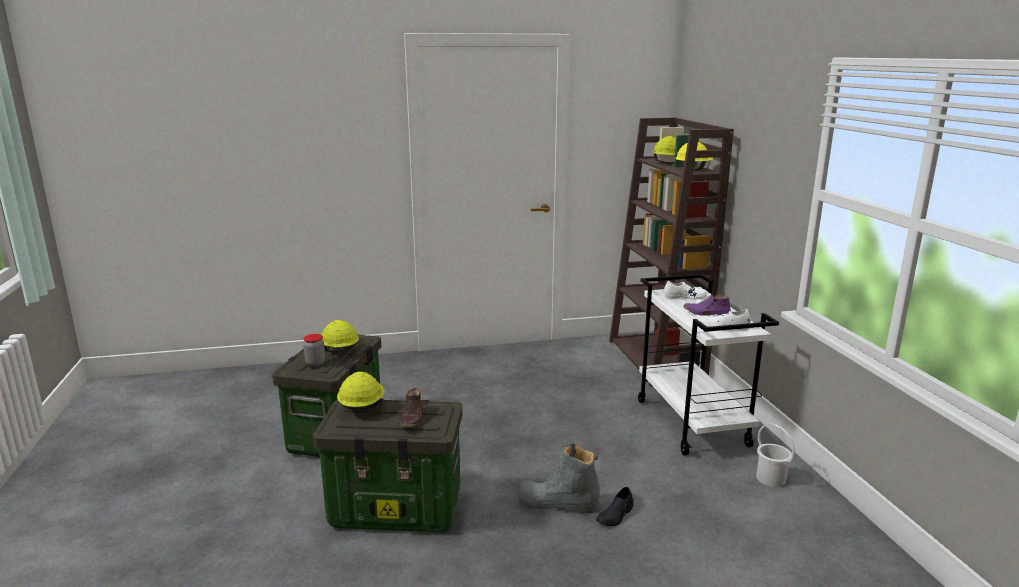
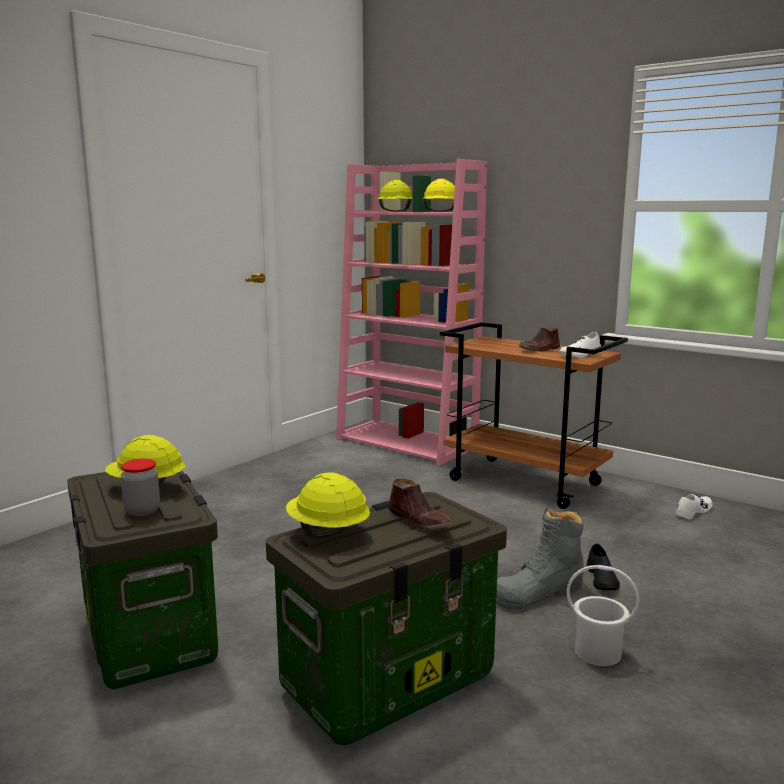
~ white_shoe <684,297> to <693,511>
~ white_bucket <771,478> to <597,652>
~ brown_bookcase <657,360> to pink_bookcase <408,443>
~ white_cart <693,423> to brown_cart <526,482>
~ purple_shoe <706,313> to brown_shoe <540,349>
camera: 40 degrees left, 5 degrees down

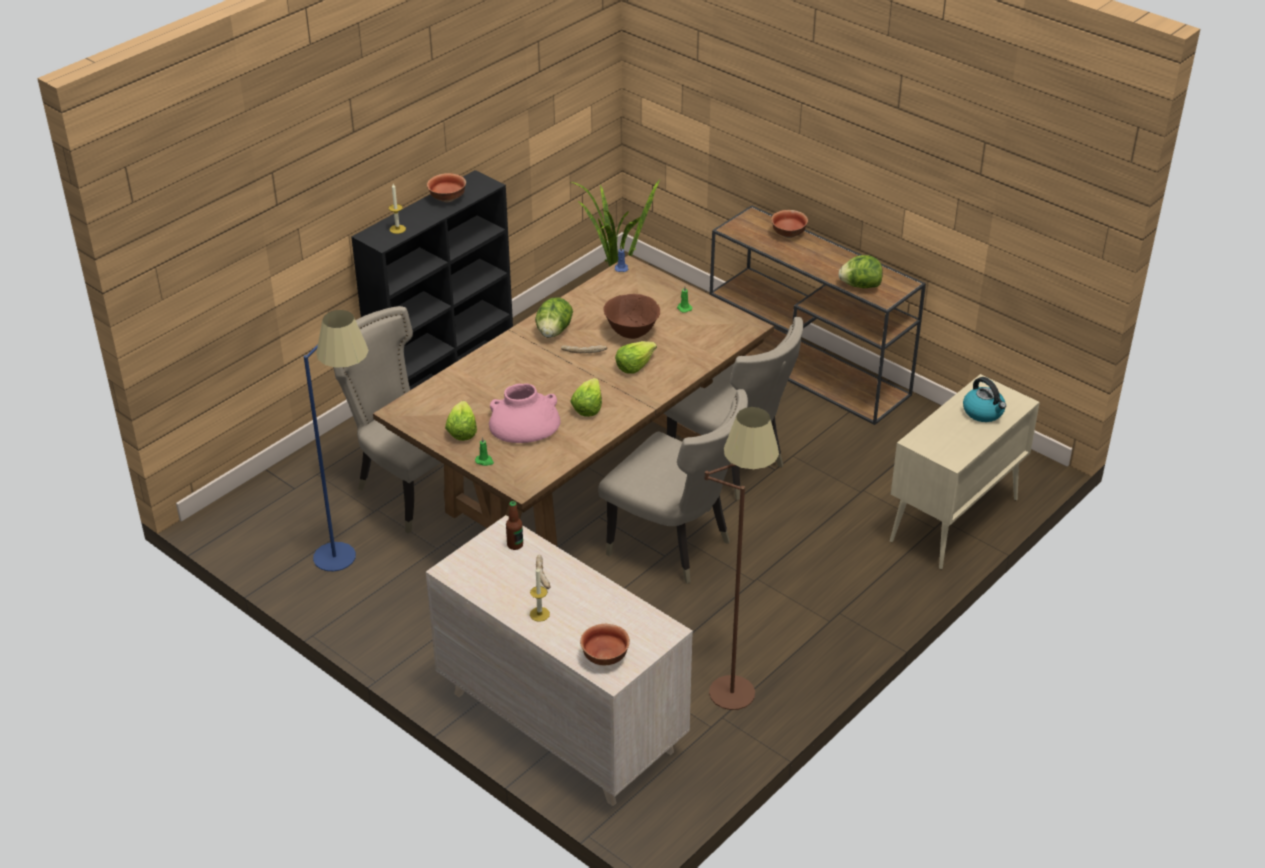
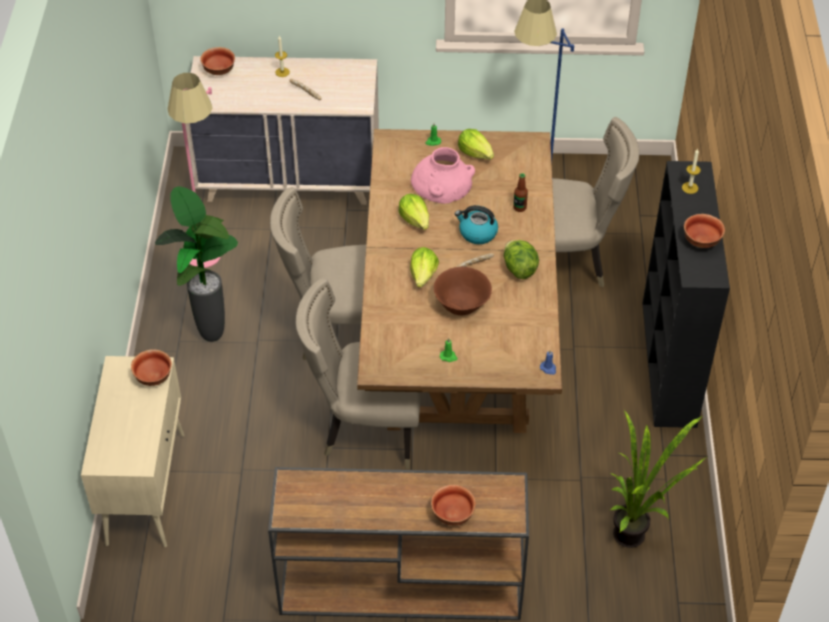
- lettuce <860,286>
+ bowl <154,377>
+ potted_plant <212,334>
~ bottle <515,545> to <519,208>
~ kettle <984,412> to <477,233>
~ brown_floor_lamp <734,677> to pink_floor_lamp <210,265>
camera: 140 degrees right, 10 degrees up

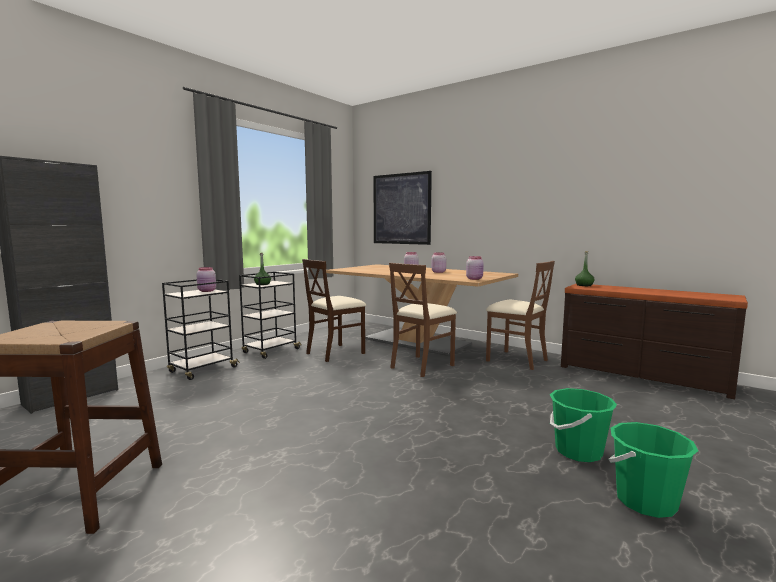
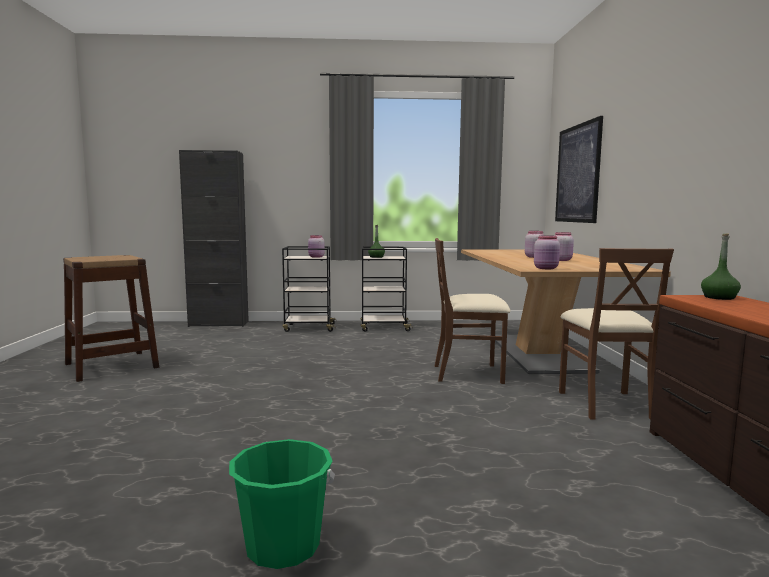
- beige_chair <335,353>
- green_bucket <578,451>
camera: 50 degrees right, 0 degrees up

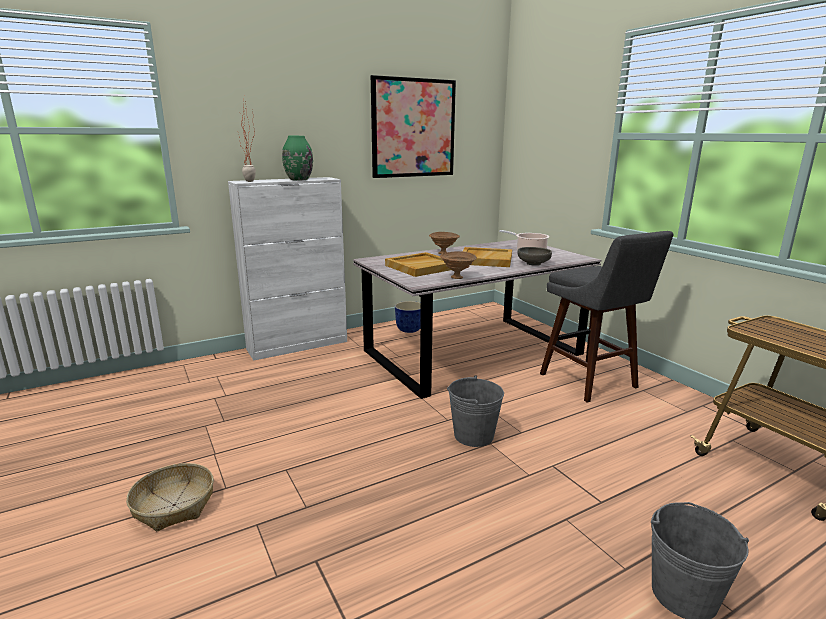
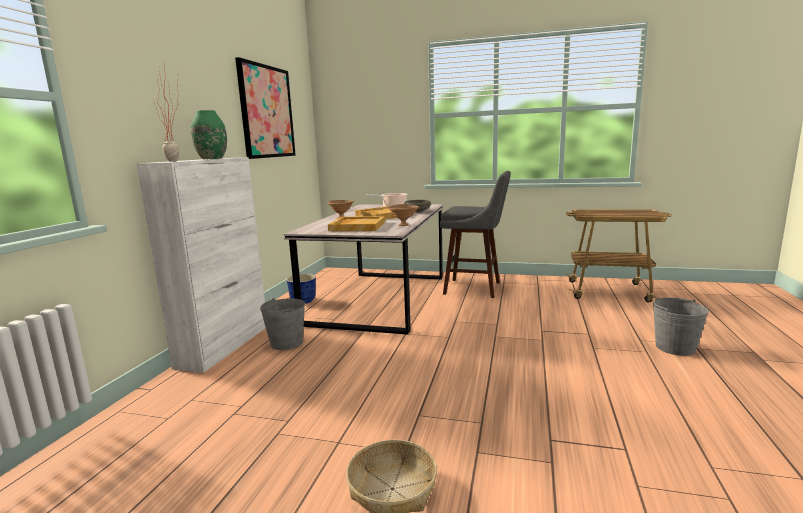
~ grey_bucket <473,435> to <286,343>
camera: 45 degrees left, 5 degrees down

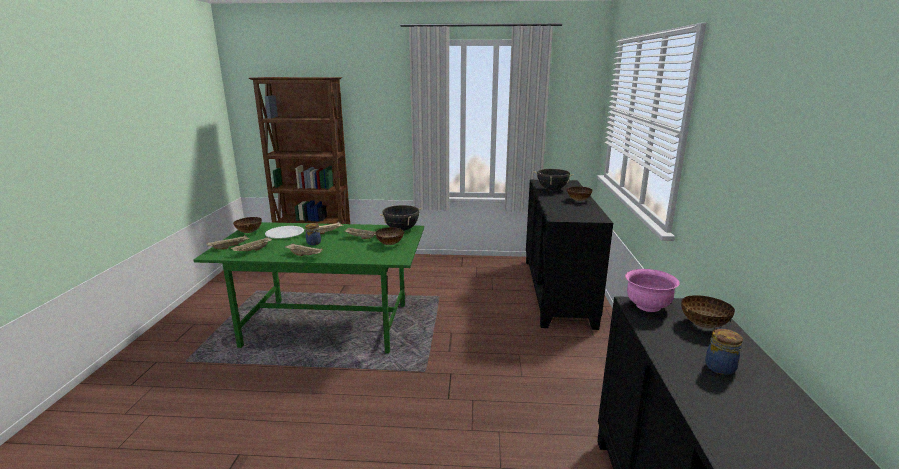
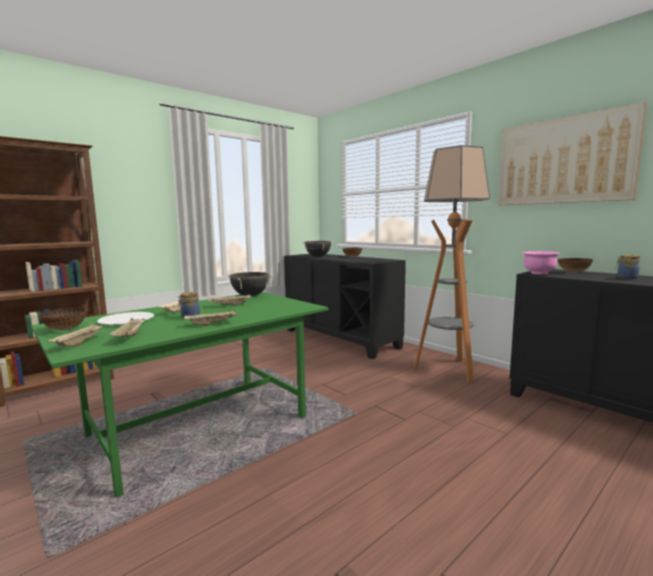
- bowl <389,244>
+ floor_lamp <448,370>
+ picture <563,161>
camera: 45 degrees left, 10 degrees down

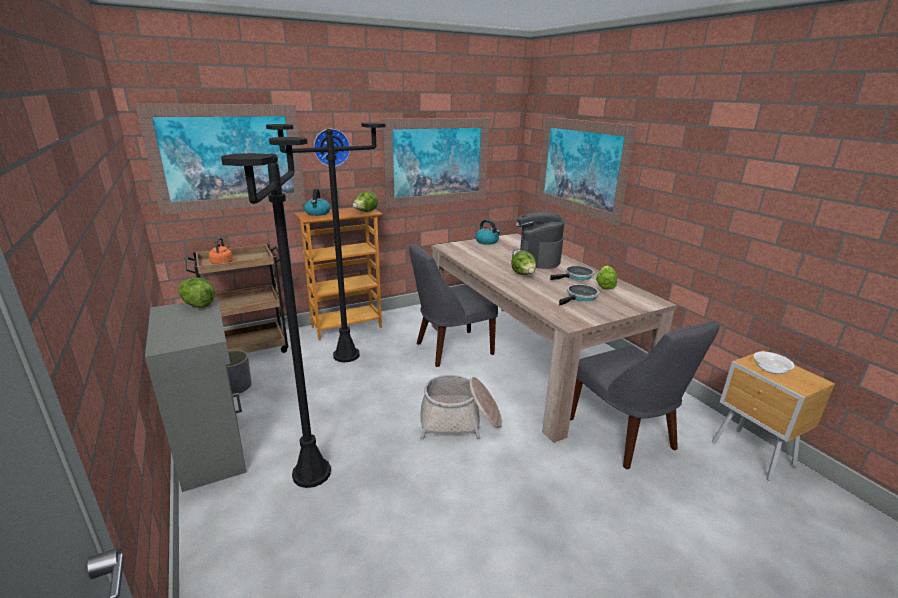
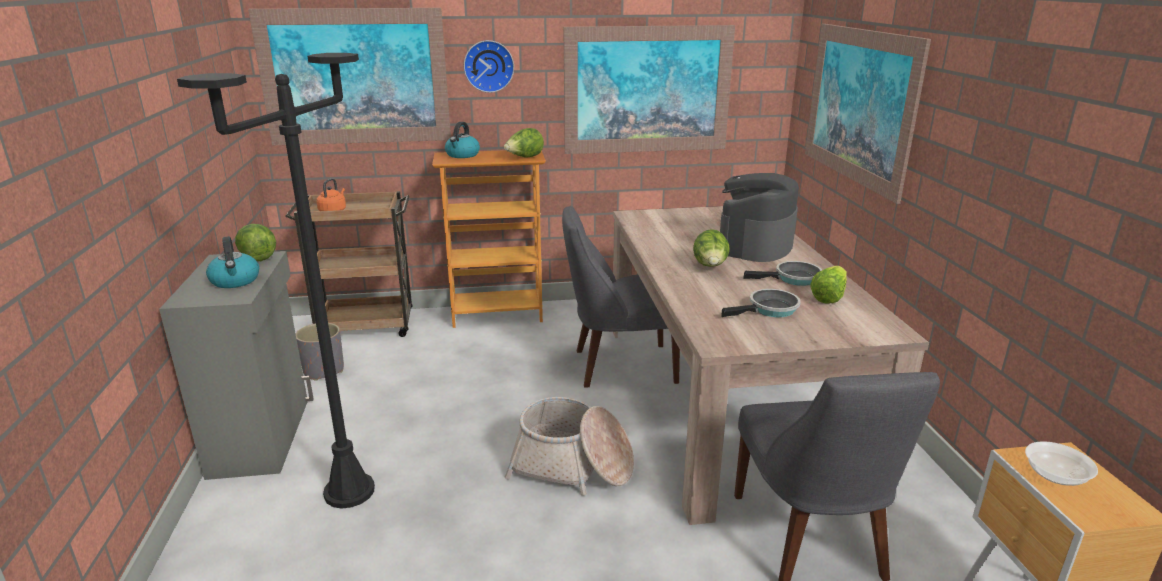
- black_floor_lamp <346,355>
~ kettle <487,242> to <235,281>
camera: 20 degrees right, 0 degrees up

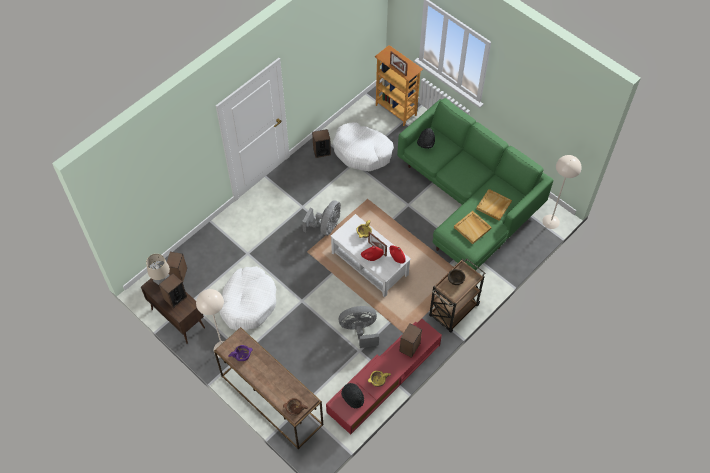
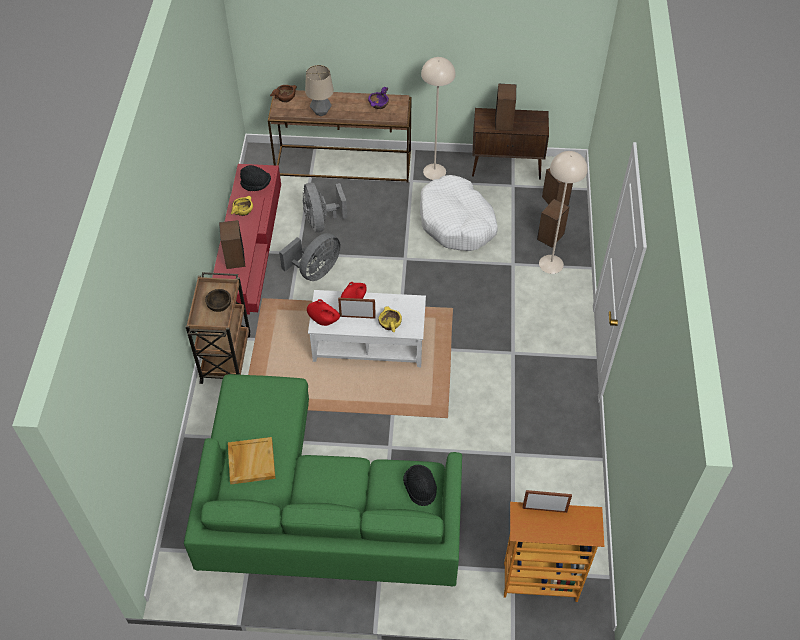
- white_dog_bed <362,152>
- beige_tray <472,228>
~ table_lamp <162,281> to <321,112>
~ grey_fan <326,226> to <321,221>
~ speaker <321,151> to <550,236>
~ beige_floor_lamp <551,221> to <551,264>
camera: 140 degrees right, 5 degrees down

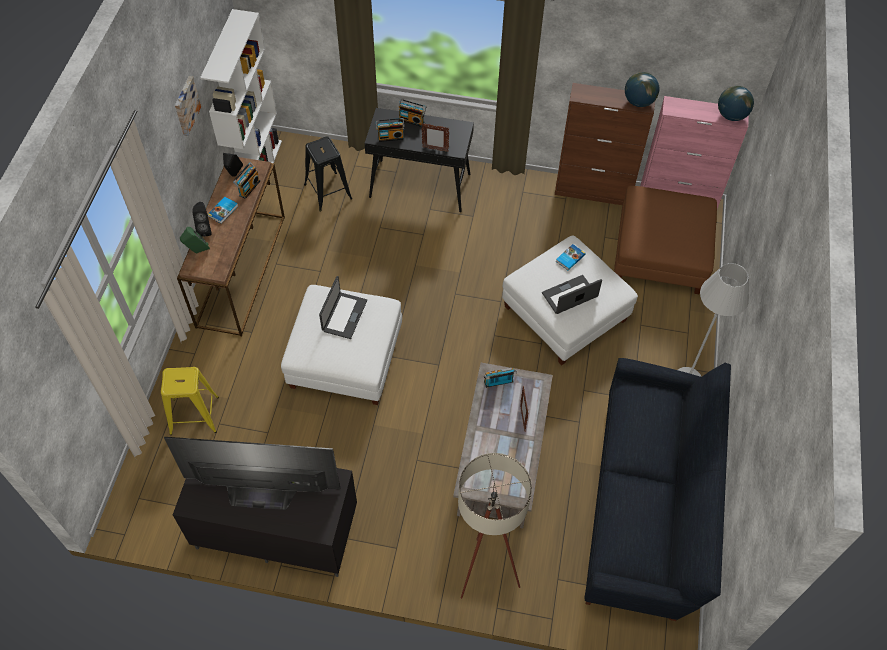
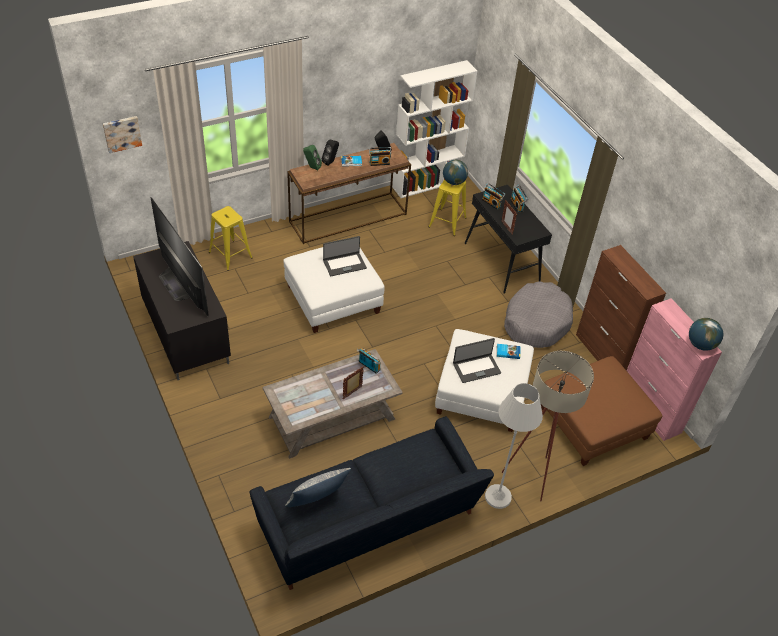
+ pillow <317,501>
+ grey_dog_bed <536,322>
~ picture <185,105> to <122,133>
~ beige_floor_lamp <484,567> to <533,473>
~ globe <639,102> to <454,182>
~ black_stool <328,191> to yellow_stool <447,222>
~ laptop <570,296> = <476,368> 135 degrees clockwise
camera: 50 degrees right, 10 degrees down

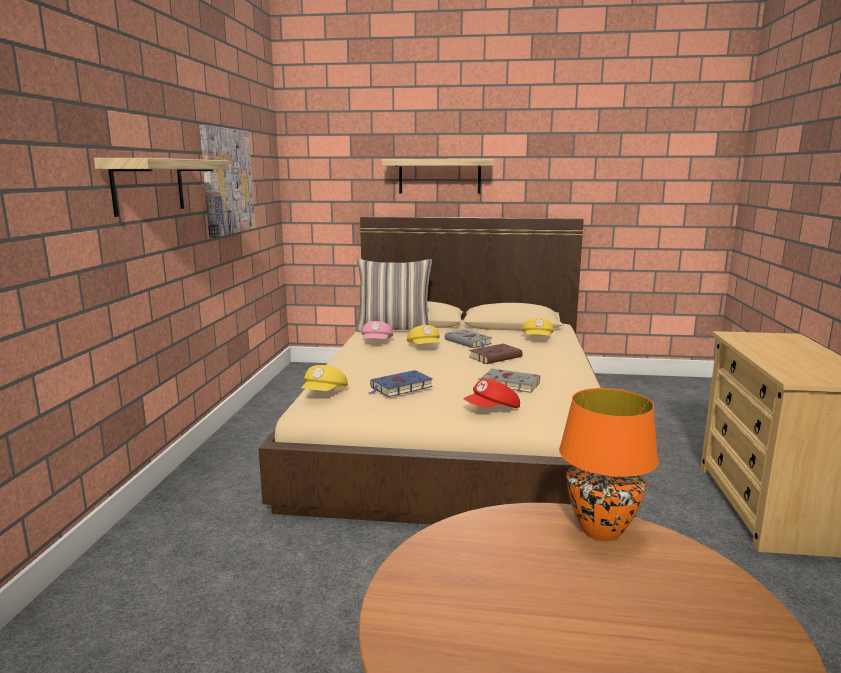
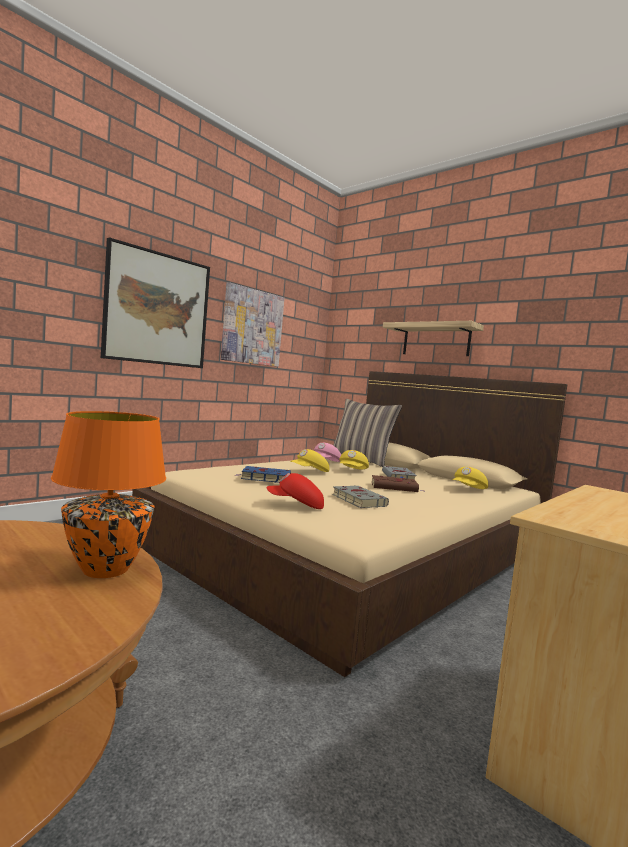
~ yellow_cap <325,393> to <309,472>
~ shelf <149,186> to picture <157,309>
camera: 35 degrees right, 10 degrees down

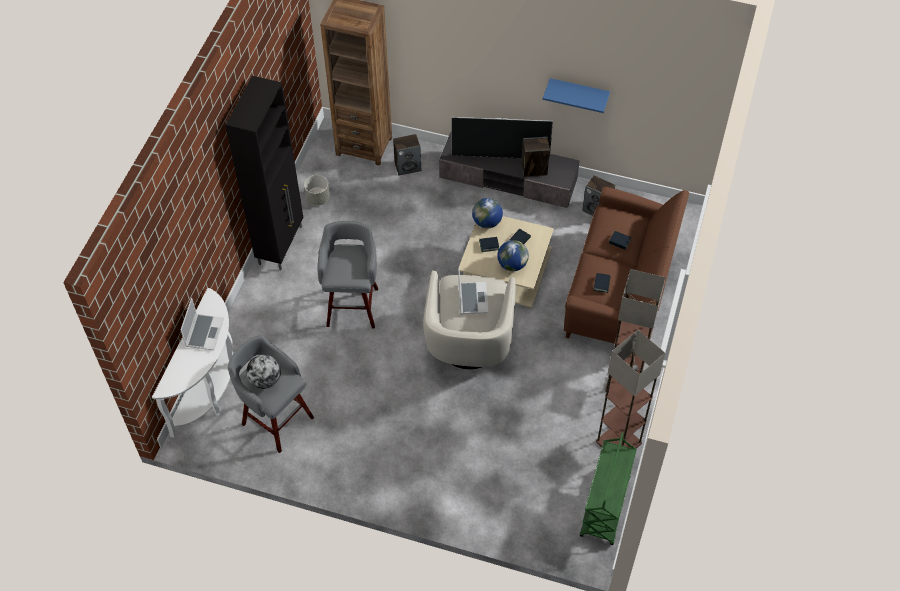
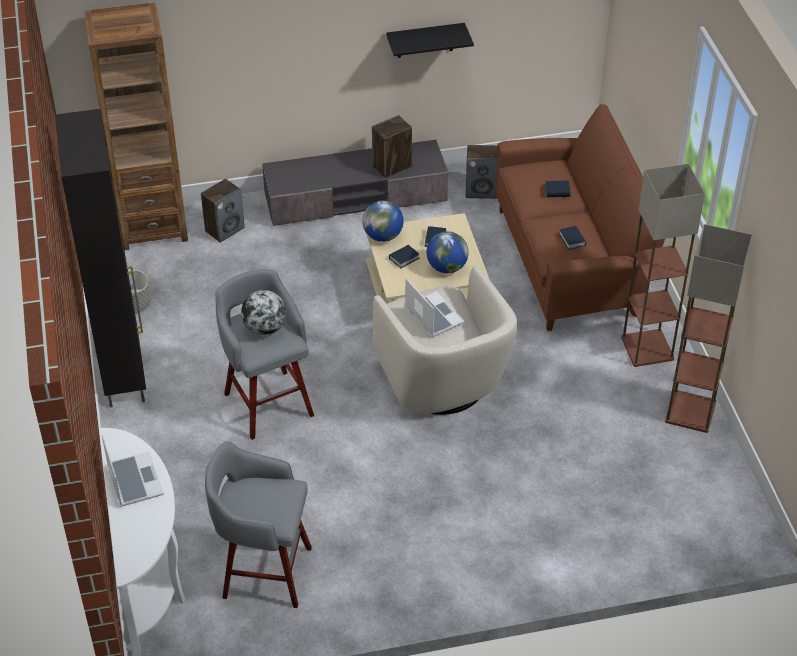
- television <500,157>
- green_cart <605,507>
~ globe <265,380> to <265,328>
~ blue_shelf <579,93> to black_shelf <425,40>
camera: 30 degrees left, 10 degrees down

